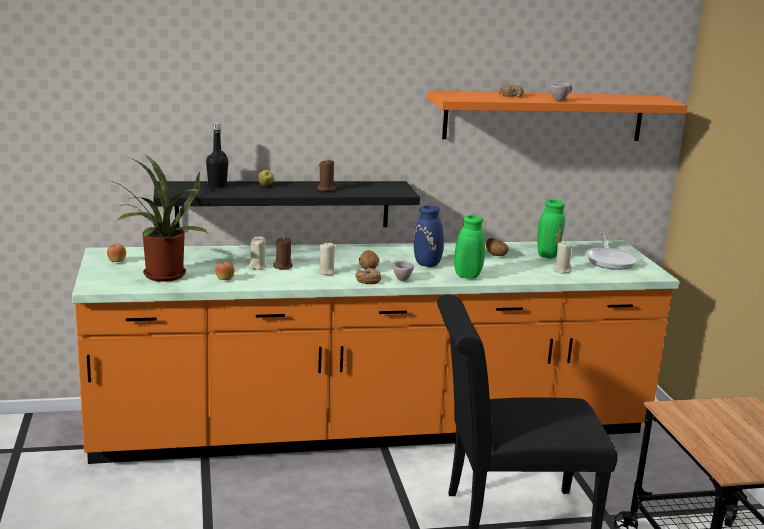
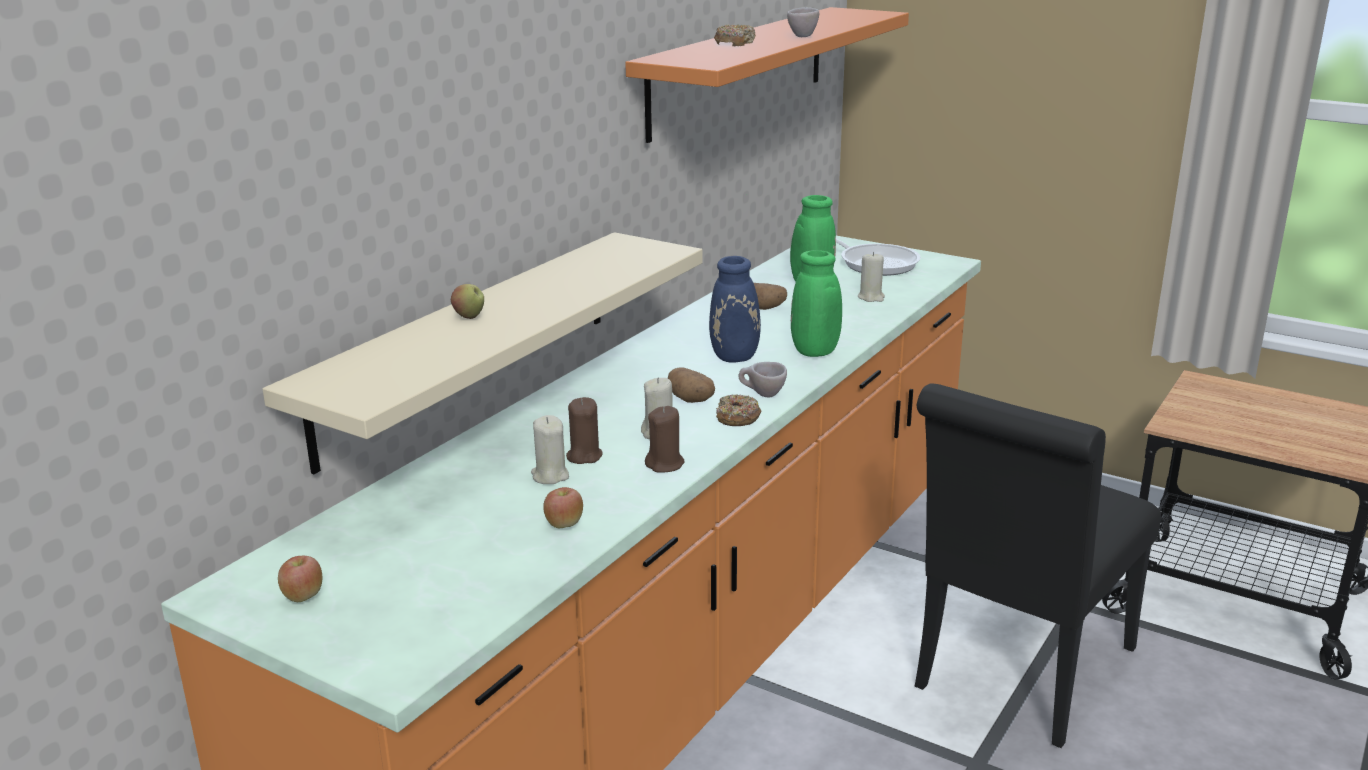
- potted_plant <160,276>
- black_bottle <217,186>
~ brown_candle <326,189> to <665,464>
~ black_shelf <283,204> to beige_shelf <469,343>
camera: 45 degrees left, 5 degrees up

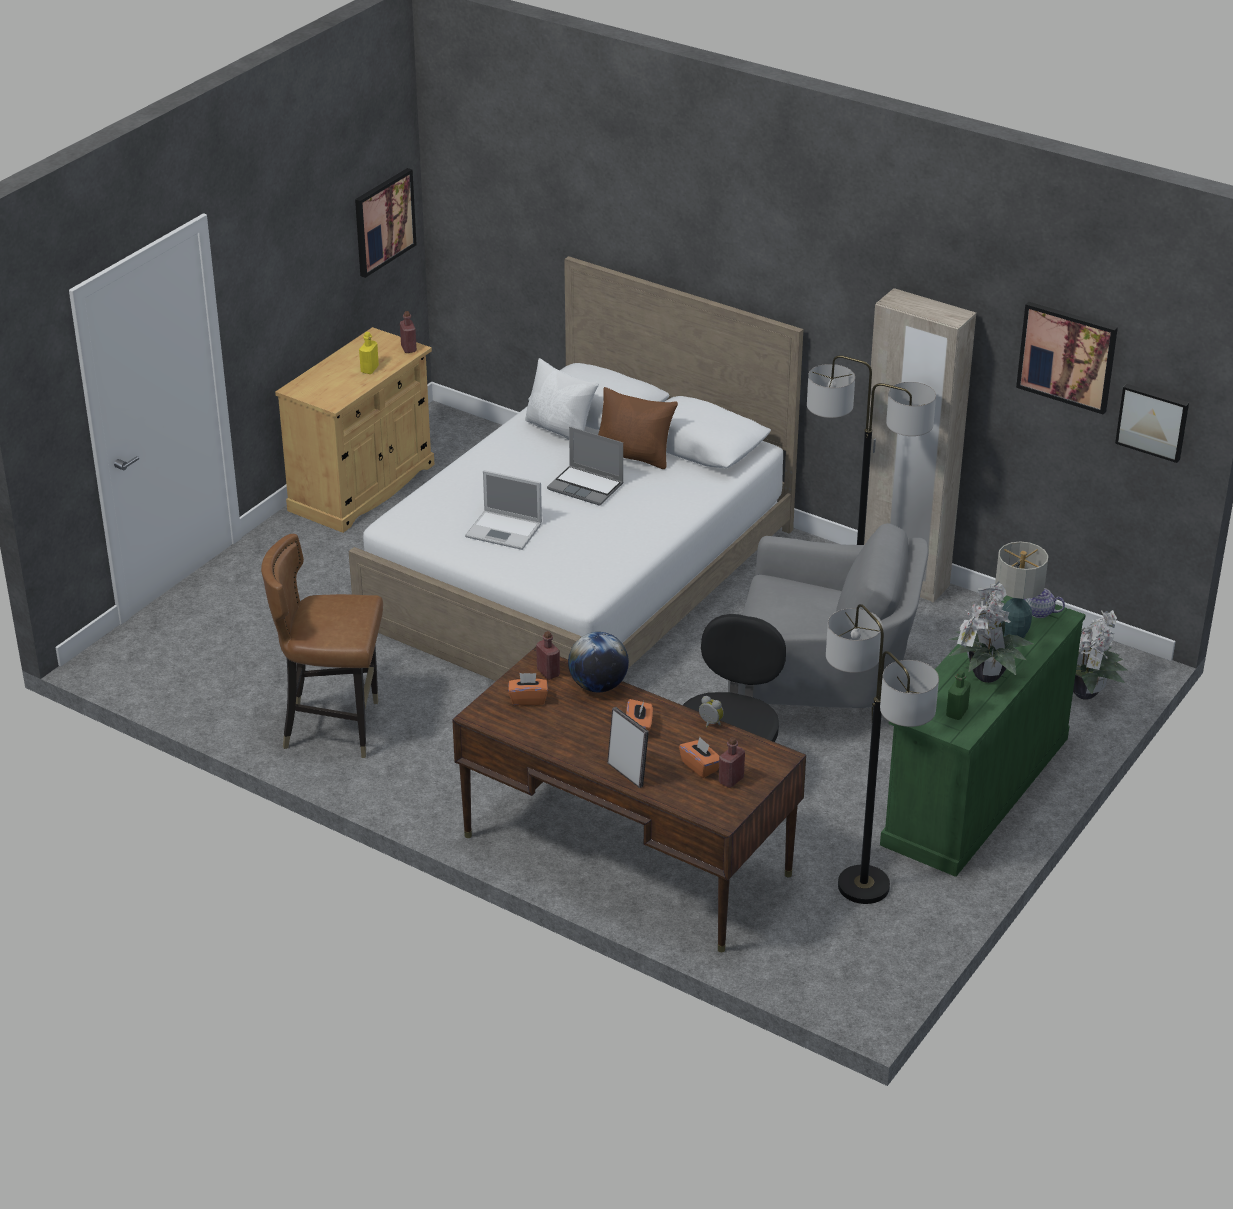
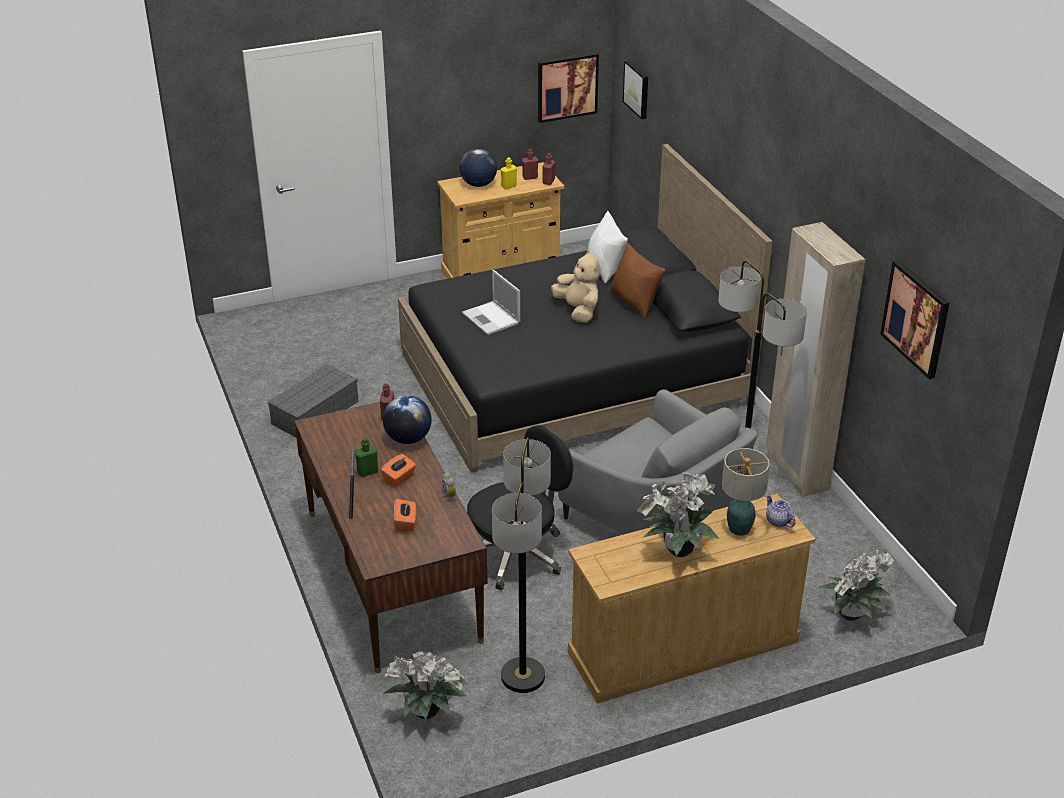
- orange_tissue_box <528,699>
+ potted_plant <428,713>
+ globe <478,184>
~ red_bottle <731,780> to <530,177>
~ green_bottle <956,713> to <367,472>
~ picture <1153,421> to <637,89>
~ brown_chair <334,727> to grey_storage_box <315,411>
~ laptop <587,487> to beige_plush_toy <578,311>
~ white_bed <580,575> to black_bed <573,379>
~ green_dresser <976,791> to beige_dresser <682,648>
camera: 35 degrees right, 0 degrees up

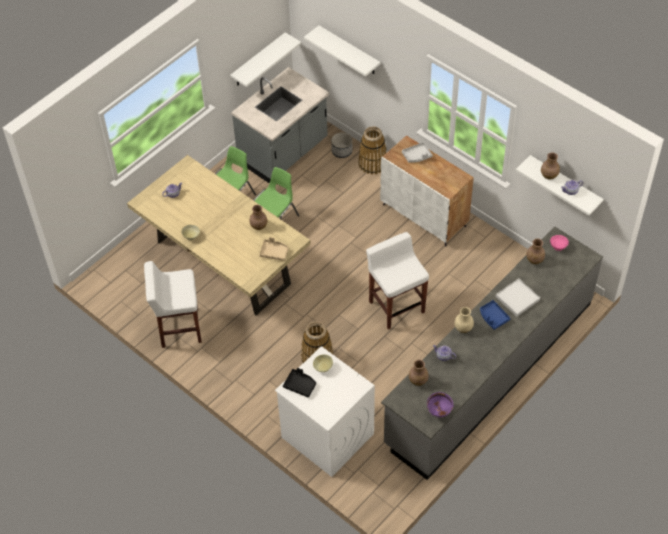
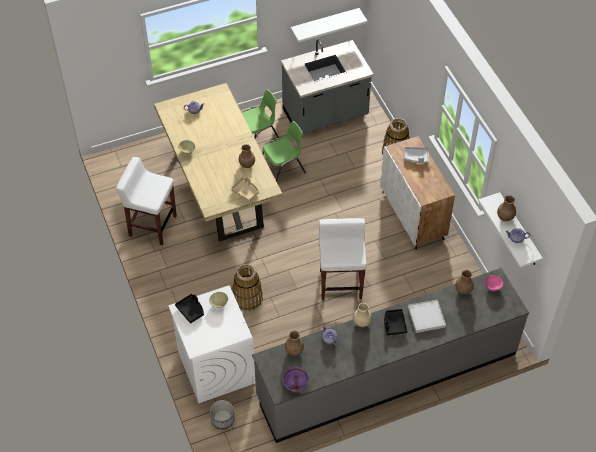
- white_shelf <349,51>
~ planter <342,151> to <223,419>
~ blue_tray <493,317> to black_tray <394,324>
camera: 25 degrees right, 0 degrees up

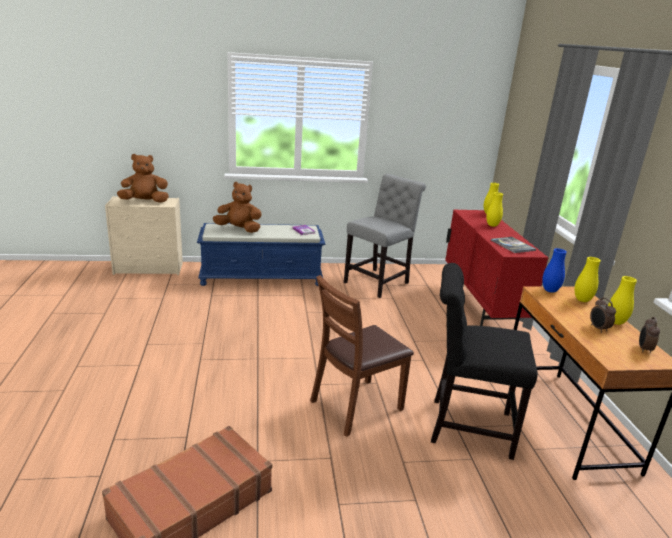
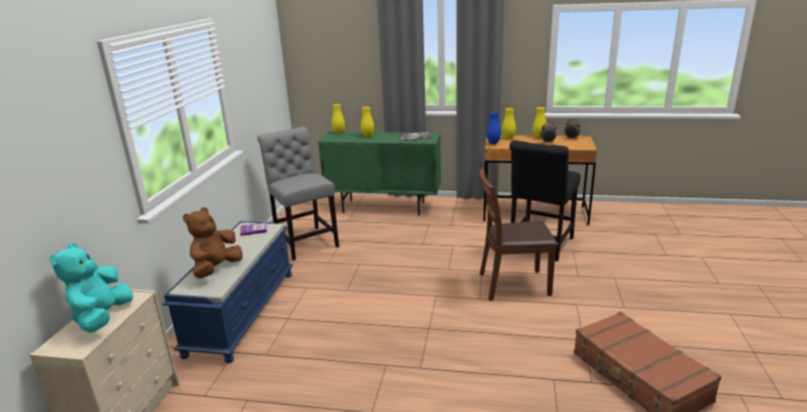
~ brown_plush_toy <145,202> to turquoise_plush_toy <102,318>
~ red_cabinet <480,310> to green_cabinet <384,208>
~ brown_chair <356,406> = <513,284> 105 degrees clockwise
camera: 70 degrees left, 0 degrees up

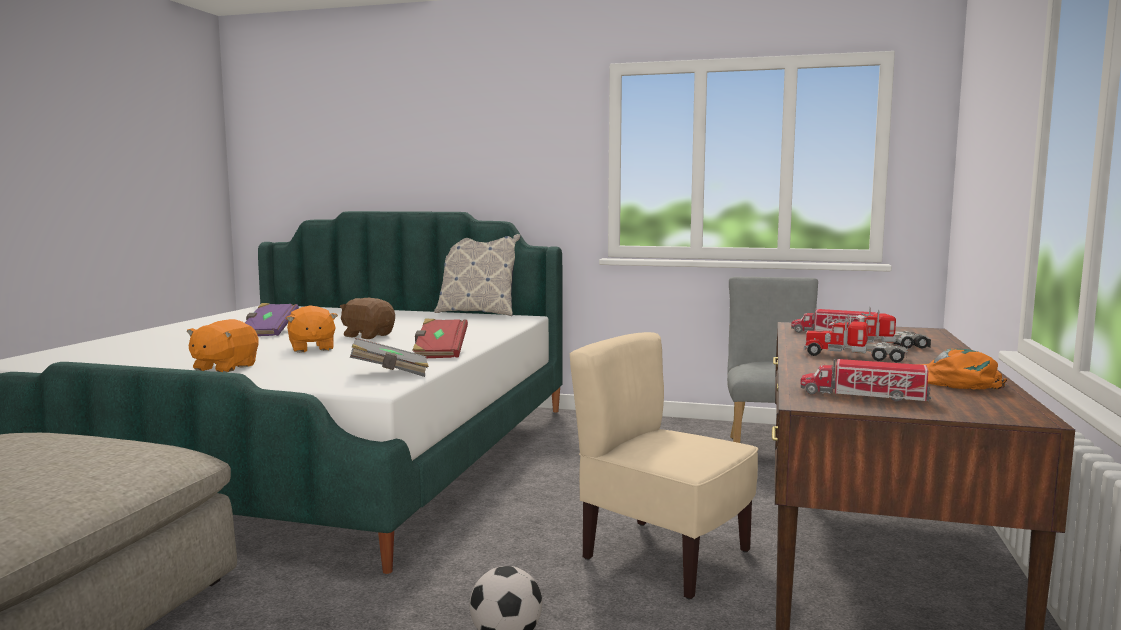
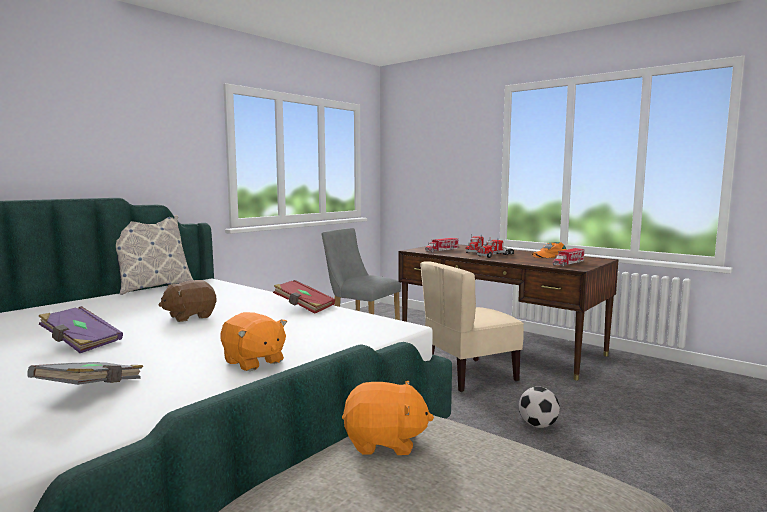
~ orange_plush_toy <311,348> to <385,442>
~ grey_book <390,373> to <92,390>
camera: 65 degrees left, 0 degrees up

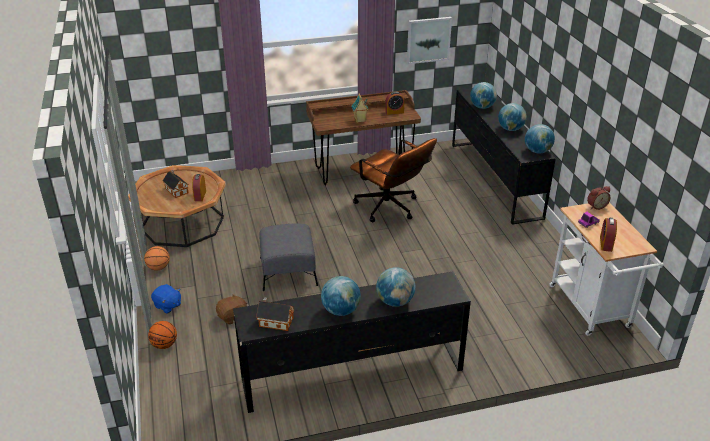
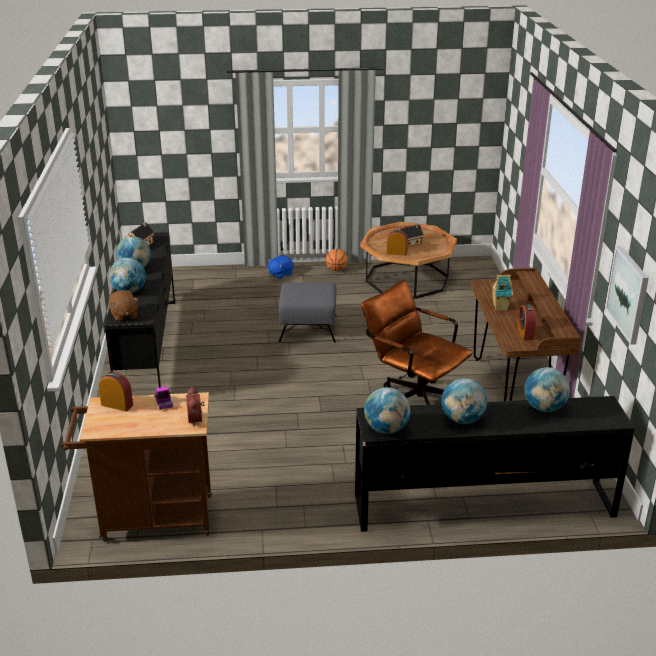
- basketball <164,345>
~ brown_plush_toy <232,317> to <124,315>
~ white_cart <592,310> to brown_cart <150,519>
~ brown_office_chair <390,209> = <413,400> 75 degrees clockwise
camera: 100 degrees right, 5 degrees down

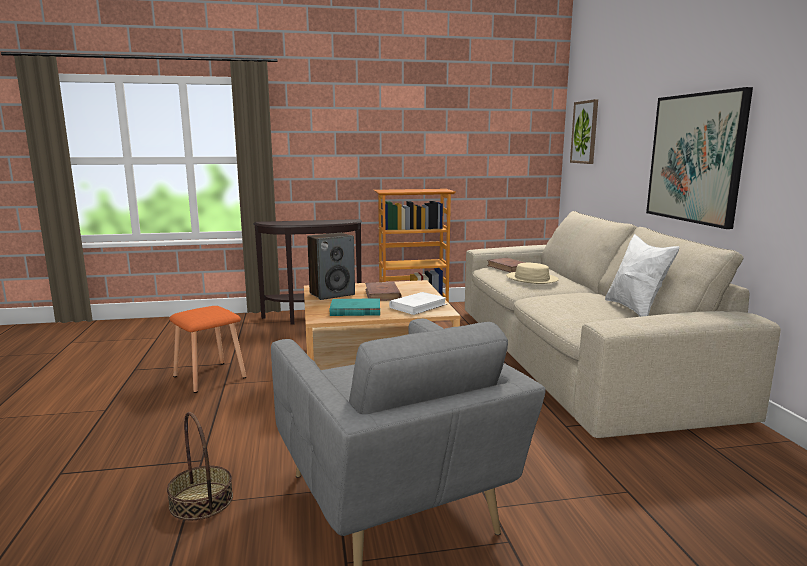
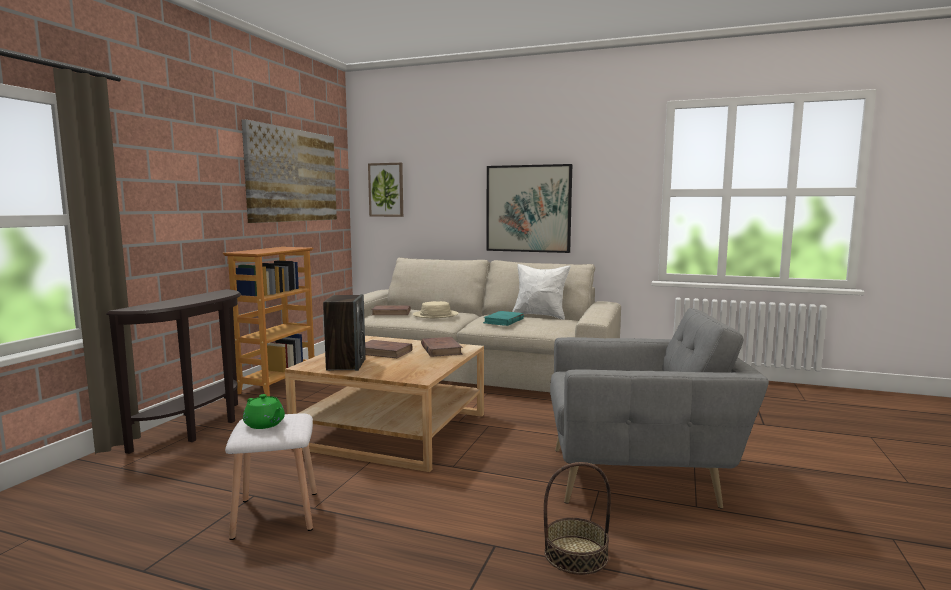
+ picture <292,175>
+ green_teapot <265,424>
~ turquoise_book <355,311> to <503,321>
~ orange_stool <210,376> to white_stool <275,513>
~ white_book <418,306> to brown_book <441,350>
camera: 60 degrees left, 5 degrees down

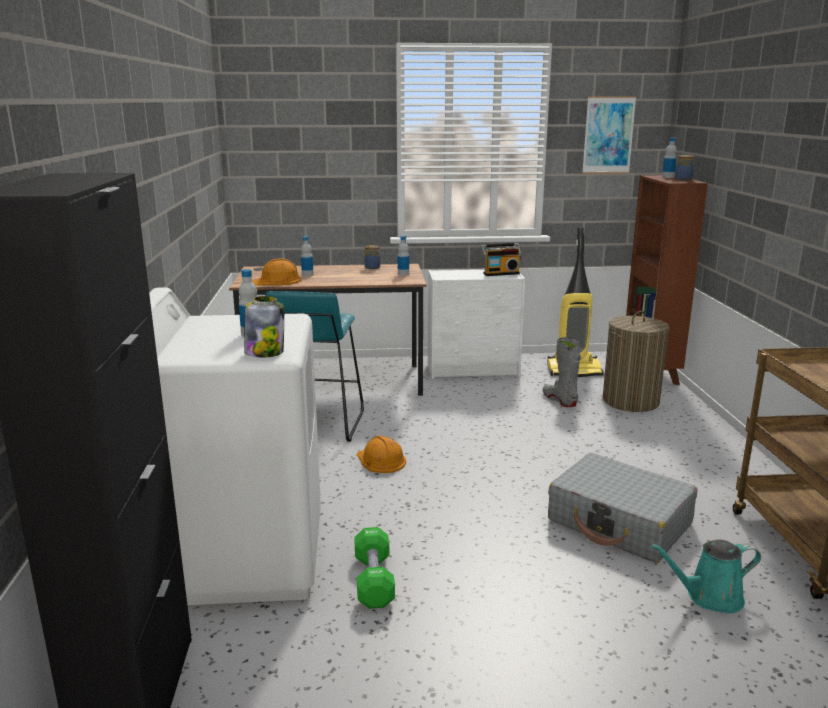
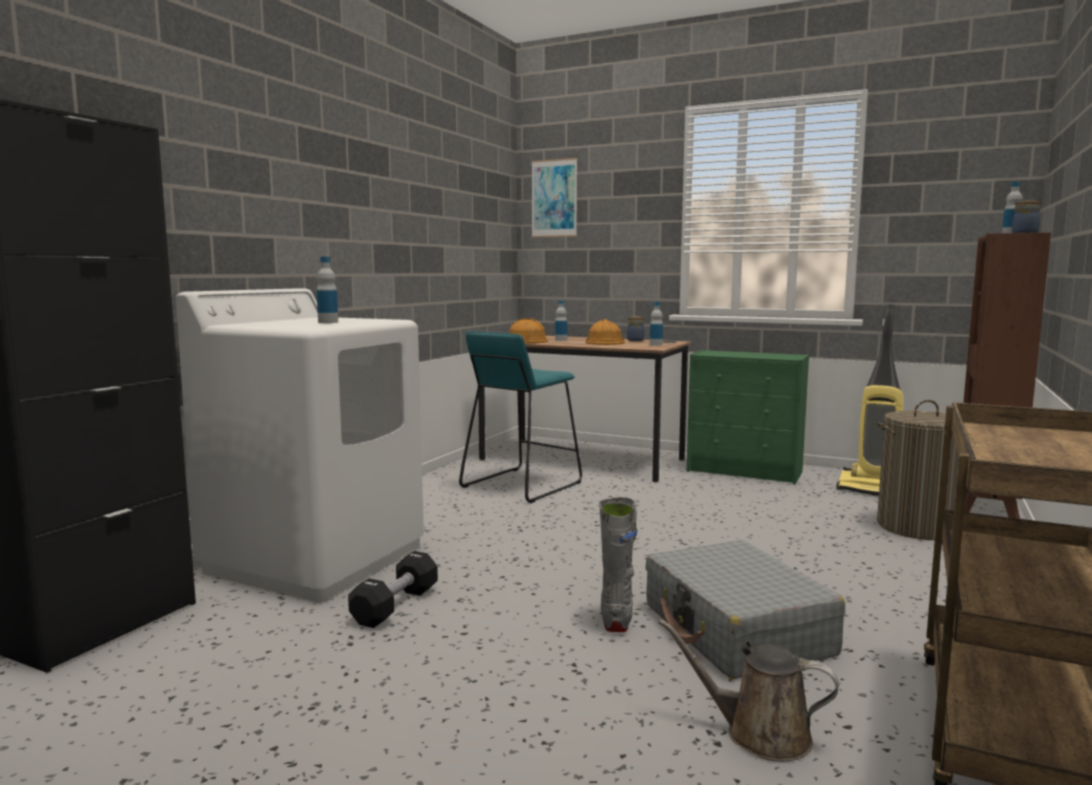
- jar <265,352>
- radio <500,273>
~ orange_hard_hat <380,460> to <603,342>
~ grey_boot <559,400> to <616,615>
~ picture <608,135> to <554,198>
~ green_dumbbell <374,580> to black_dumbbell <395,606>
~ white_dresser <474,370> to green_dresser <746,471>
~ turquoise_watering_can <709,597> to brown_watering_can <759,734>
camera: 30 degrees right, 10 degrees down

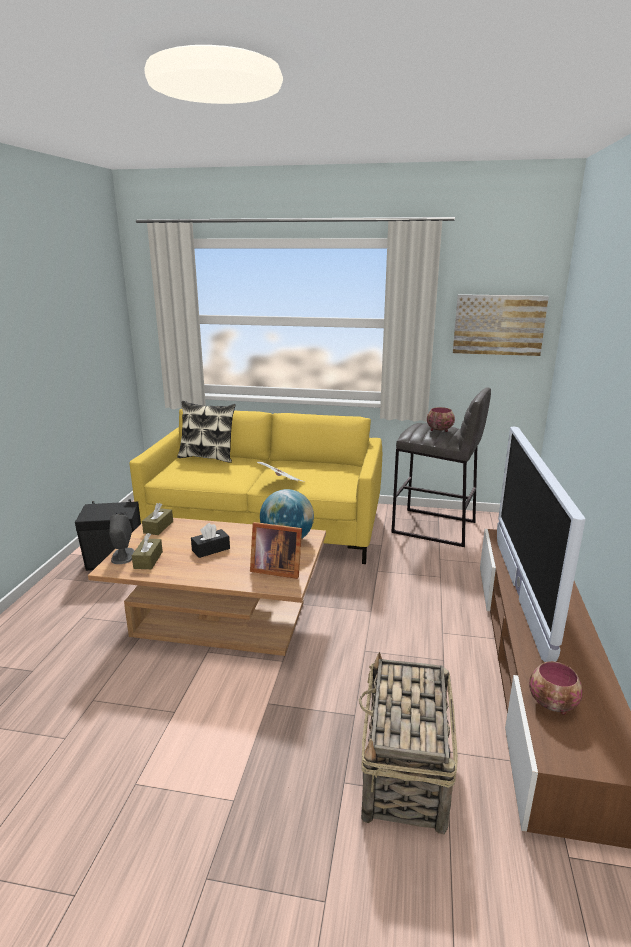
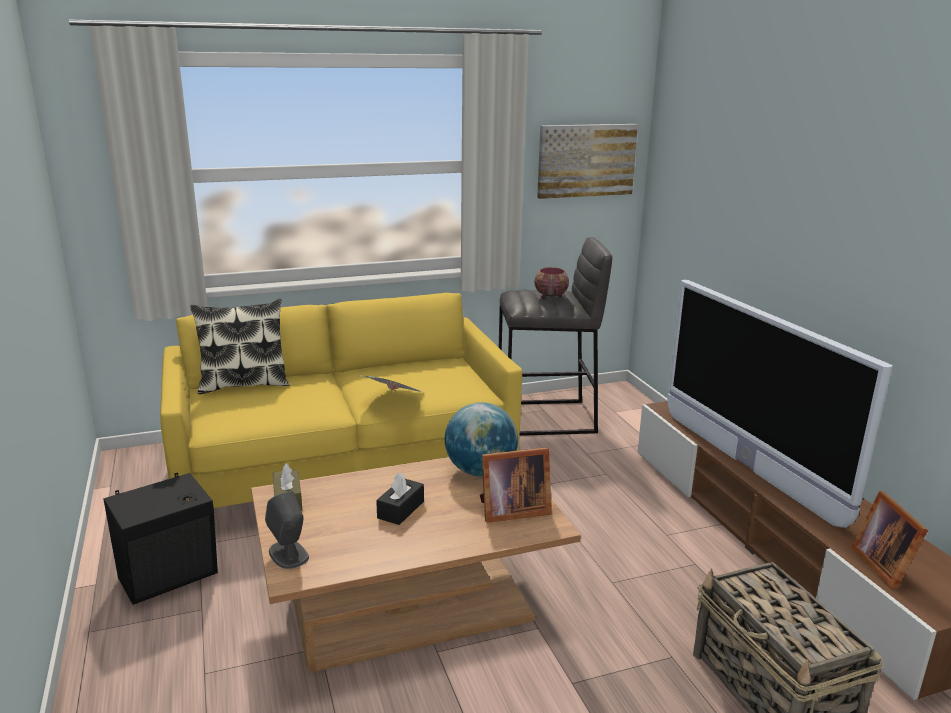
- brown_tissue_box <148,560>
~ bowl <553,705> to picture_frame <884,565>
camera: 30 degrees left, 0 degrees up

